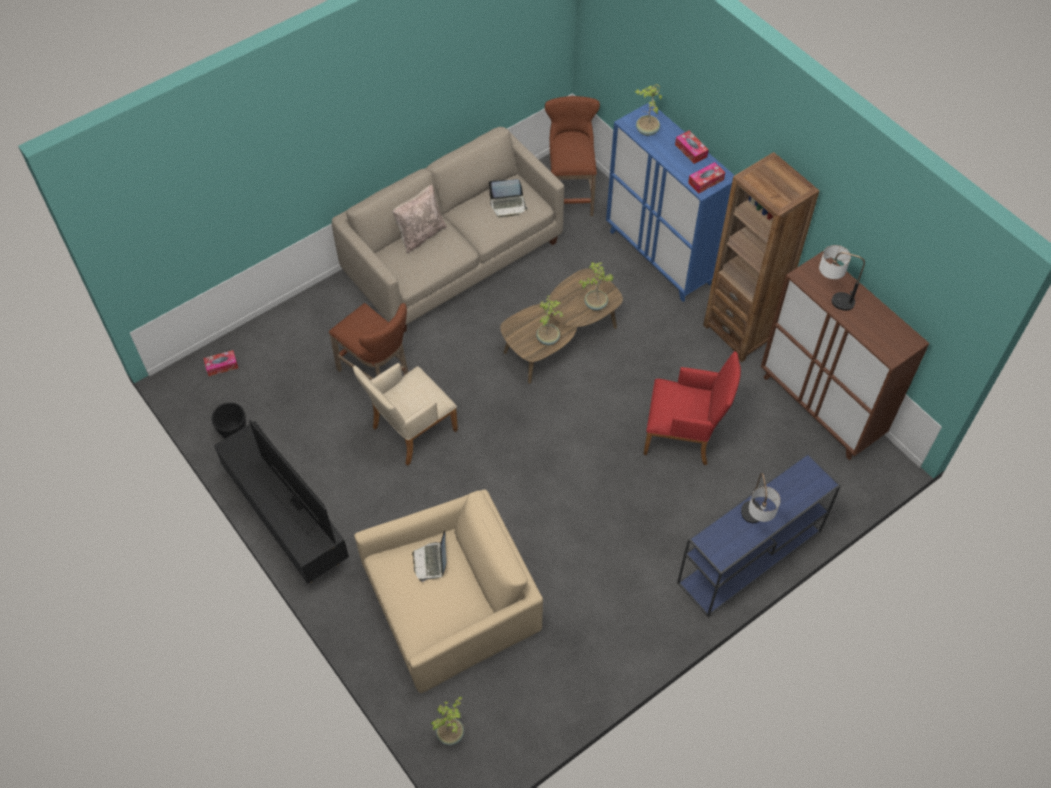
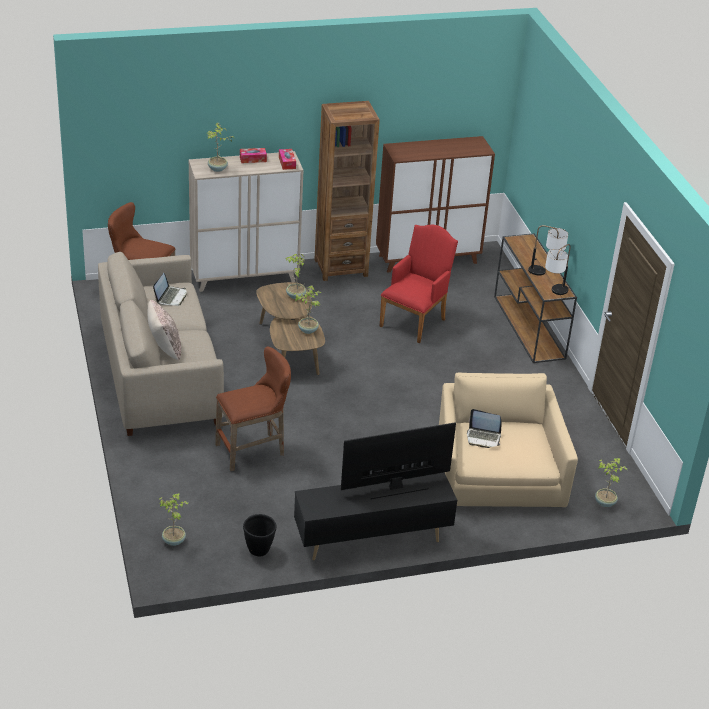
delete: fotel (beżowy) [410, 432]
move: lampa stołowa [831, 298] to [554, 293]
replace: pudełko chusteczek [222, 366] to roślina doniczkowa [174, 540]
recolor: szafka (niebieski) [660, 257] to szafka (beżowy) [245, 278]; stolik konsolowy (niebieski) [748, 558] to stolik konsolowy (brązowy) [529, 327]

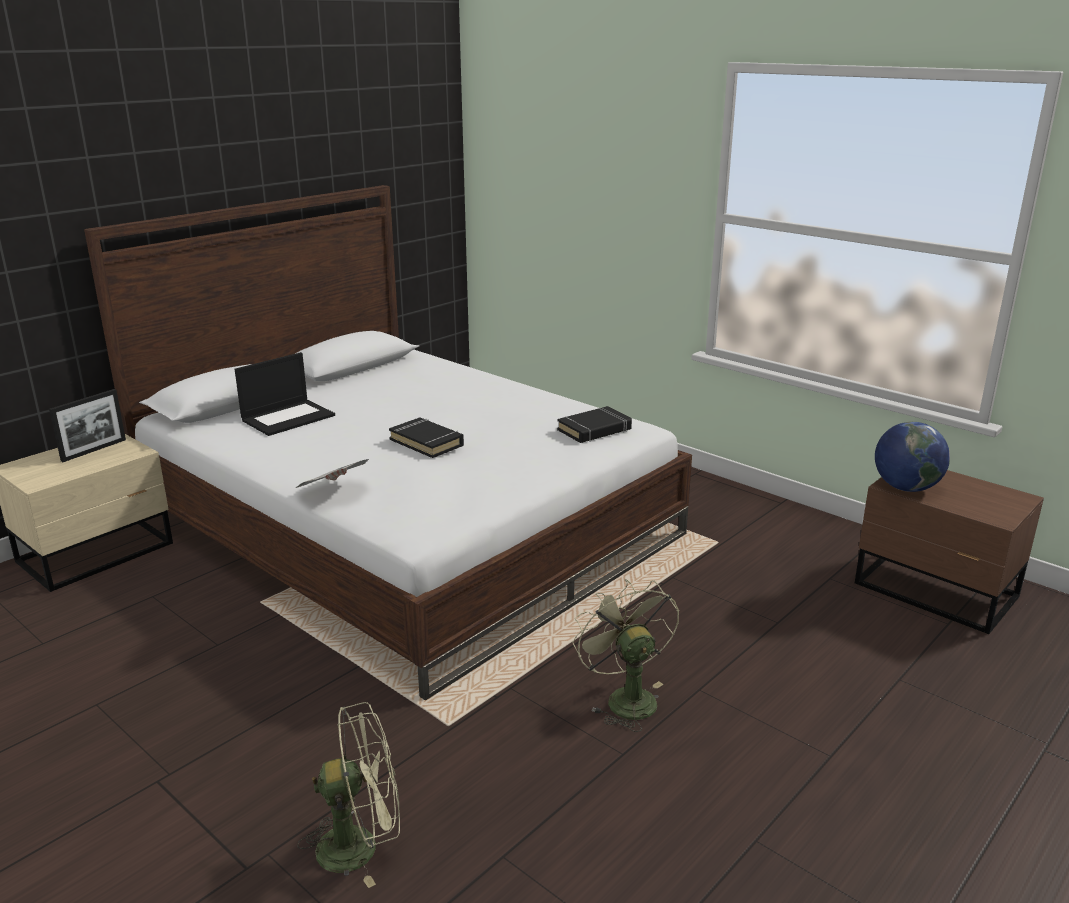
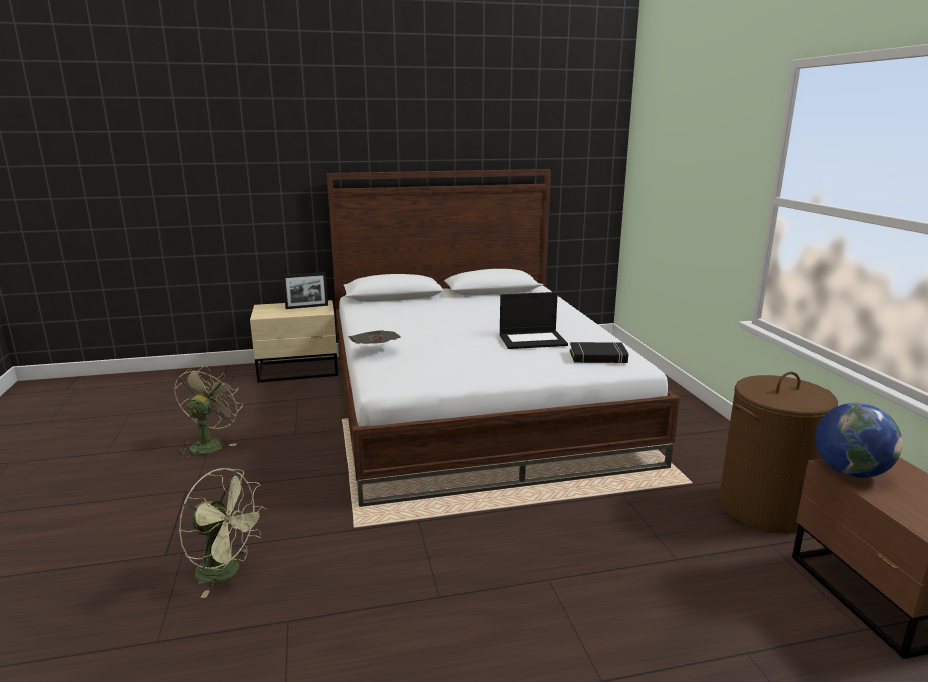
delete: książka (czarny) [427, 442]
insert: kosz na pranie (brązowy) [764, 508]
move: laptop [288, 417] to [533, 340]; wentylator (zielony) [624, 698] to [209, 444]

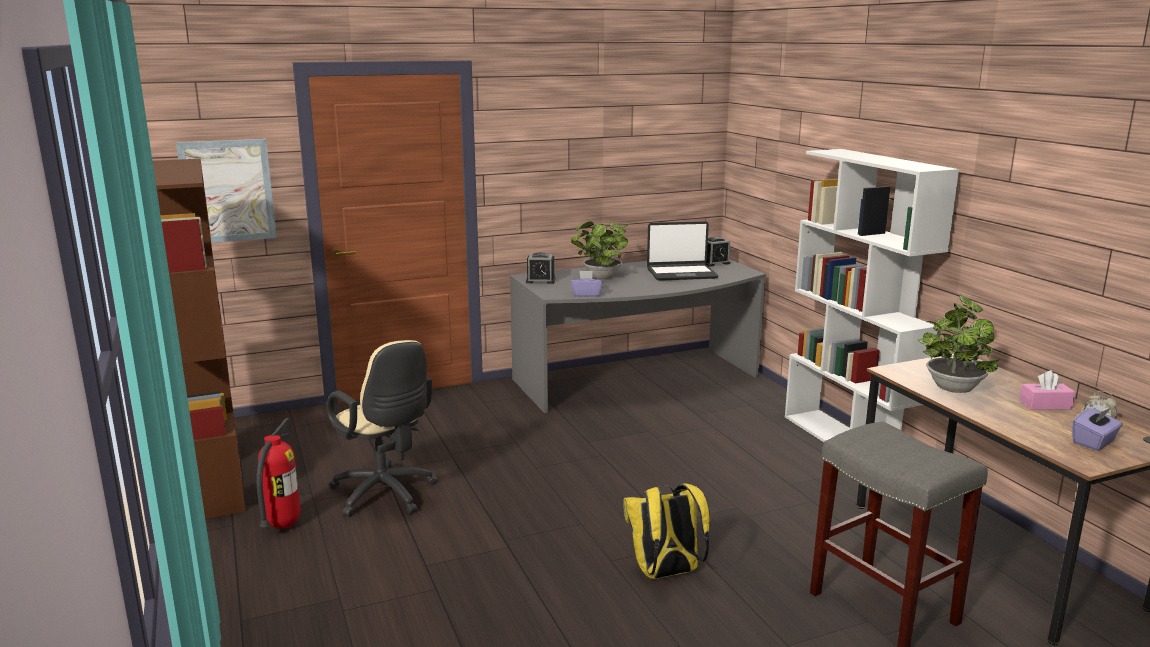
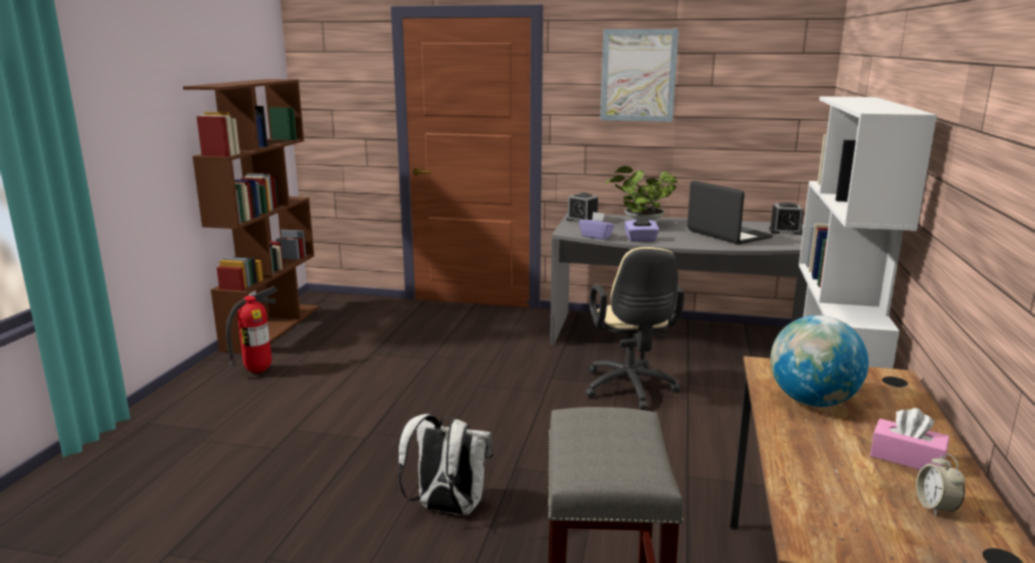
move: obraz [227, 191] to [638, 75]; krzesło biurowe (beżowy) [386, 495] to [630, 390]; pudełko chusteczek (fioletowy) [1094, 442] to [641, 240]
replace: roślina doniczkowa [953, 387] to globus [812, 402]
recolor: plecak (żółty) [665, 573] to plecak (biały) [447, 508]
rotate: laptop [681, 273] = [728, 235] 150 degrees counterclockwise

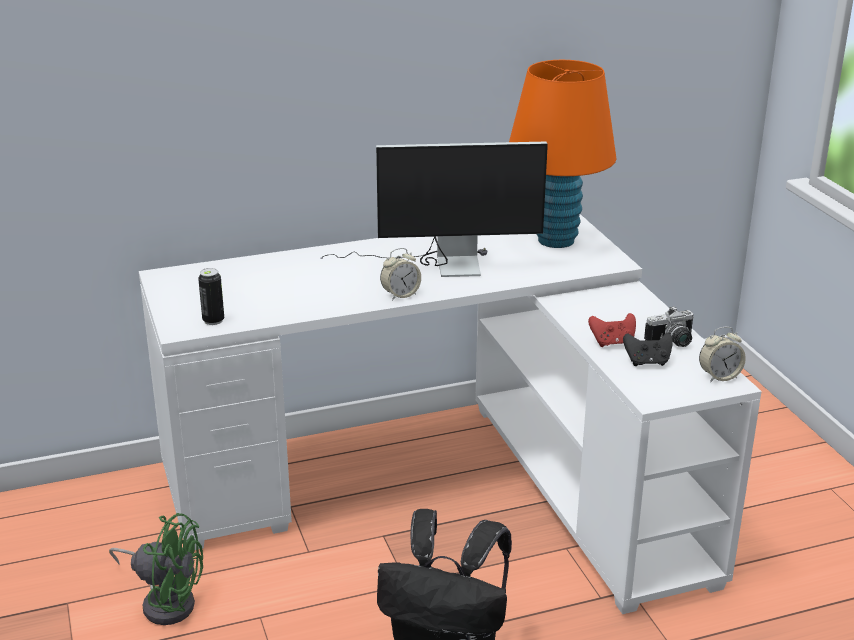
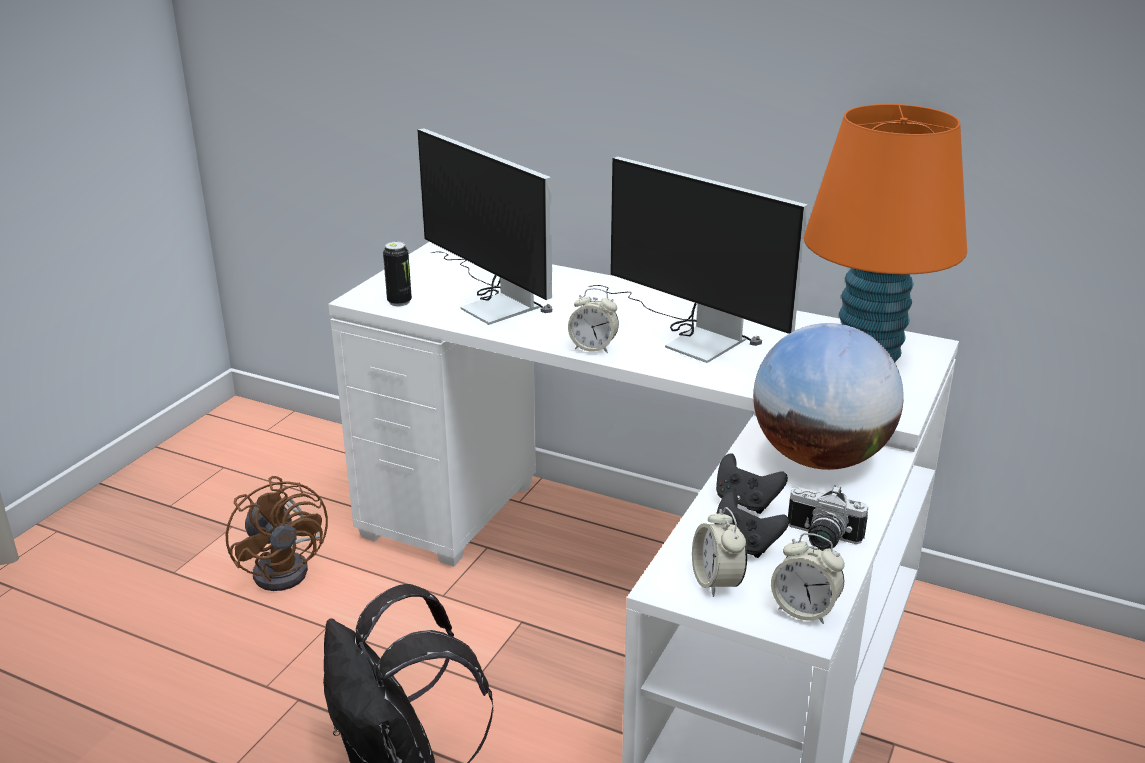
insert: monitor [491, 301]; budzik [717, 582]; globus [820, 458]
recolor: wentylator (zielony) [165, 601] to wentylator (brązowy) [288, 567]; pad do gier (czerwony) [612, 342] to pad do gier (czarny) [746, 502]

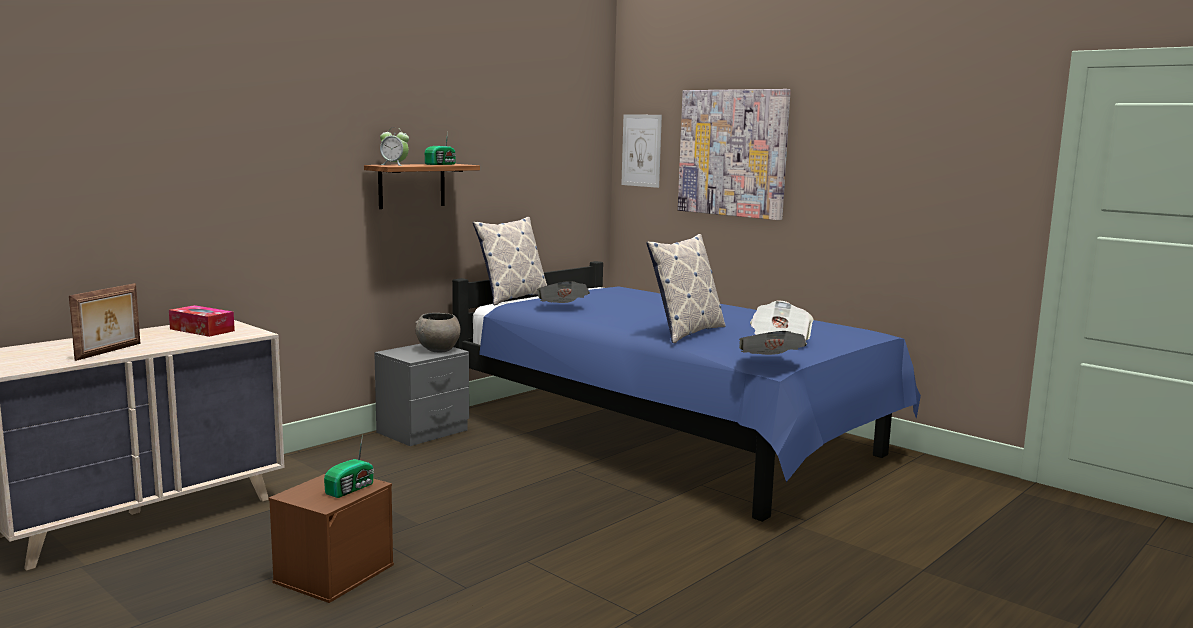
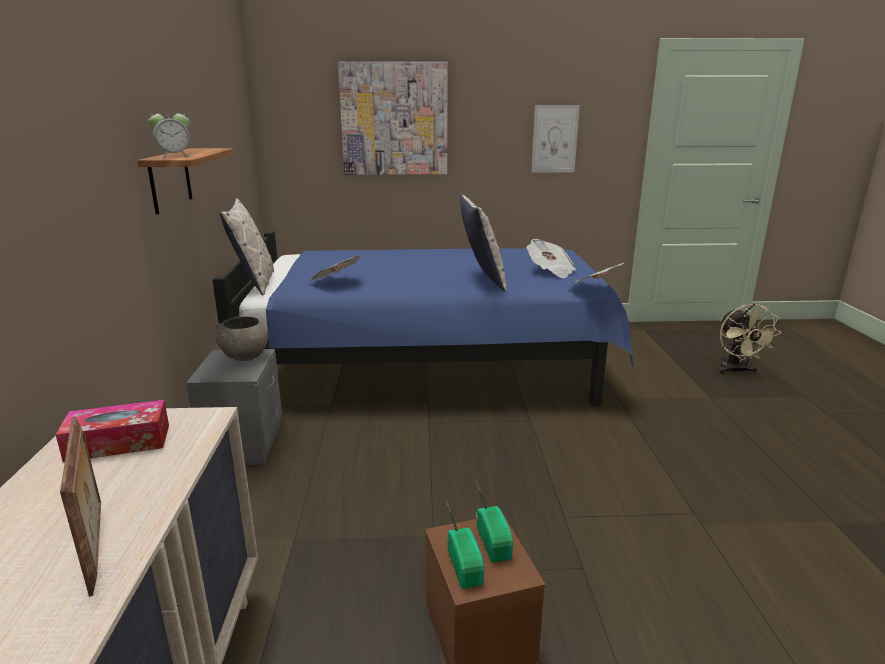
insert: wentylator (beżowy) [736, 371]
move: radio [441, 164] to [465, 565]; obraz [641, 150] to [554, 139]

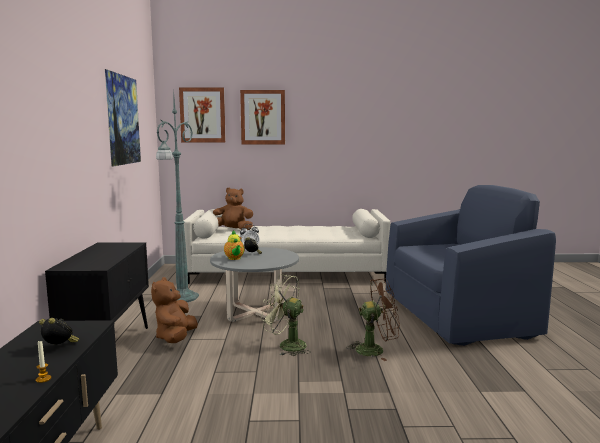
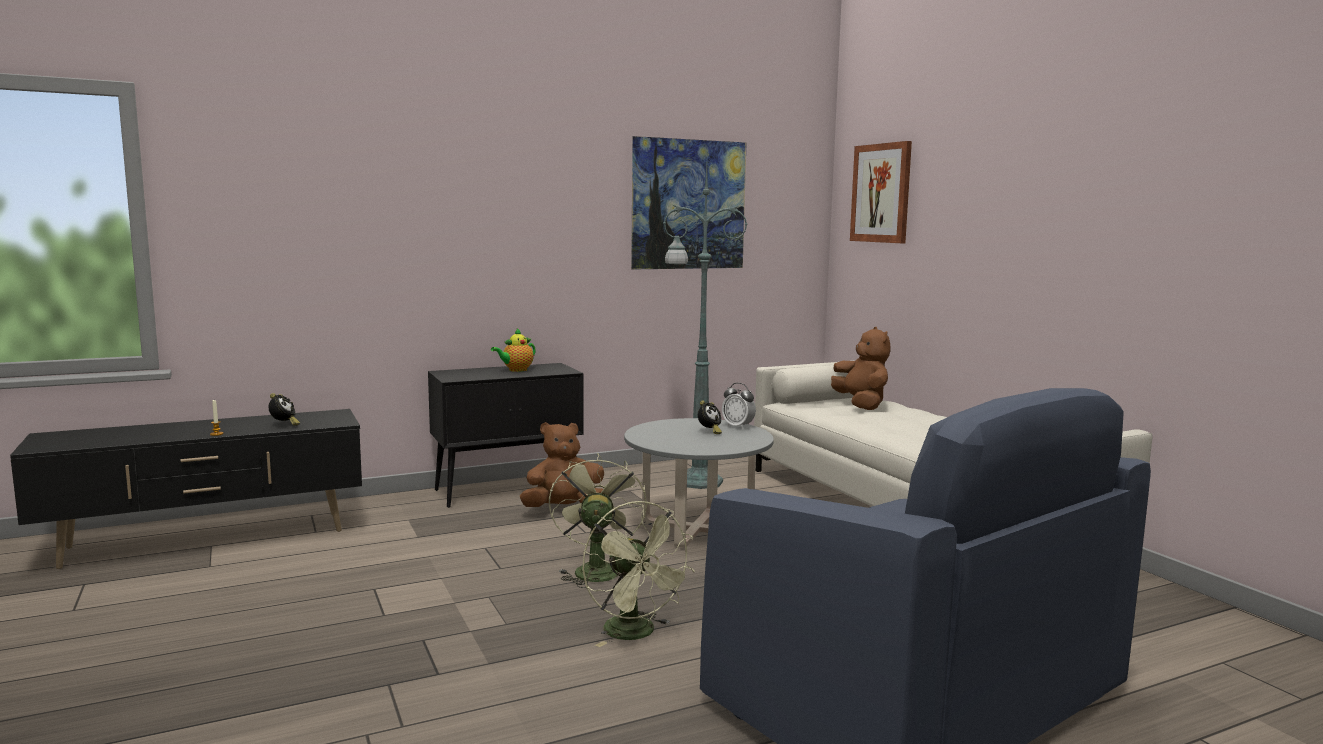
delete: obraz [263, 117]
move: imbryk [234, 258] to [516, 370]
recolor: wentylator (brązowy) [375, 350] to wentylator (zielony) [636, 634]

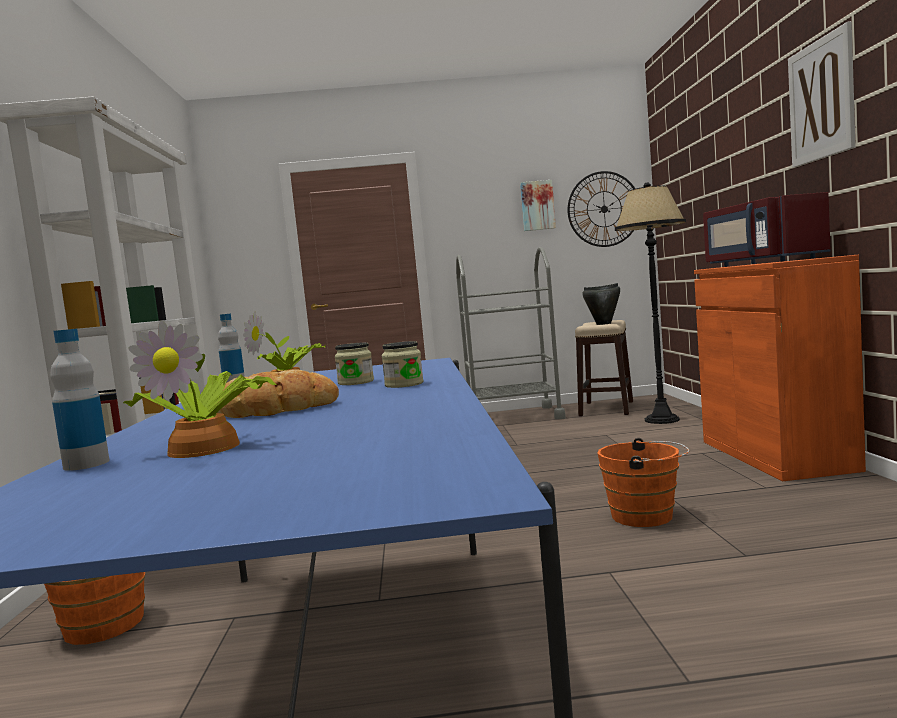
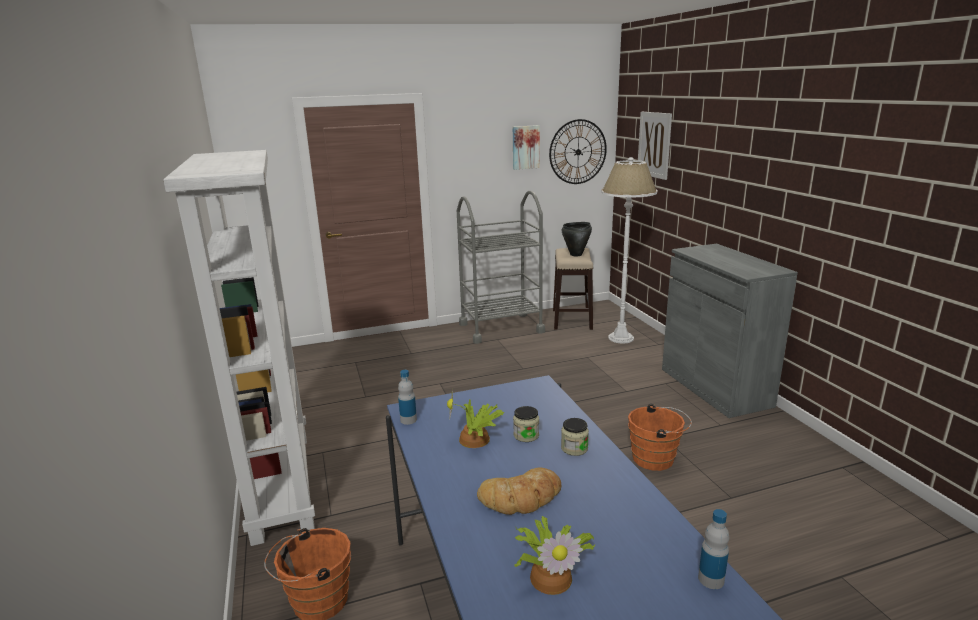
delete: mikrofalówka (czerwony) [761, 263]
move: butelka [86, 464] to [711, 579]; obraz [821, 100] to [654, 145]
recolor: lampa stojąca (czarny) [661, 420] to lampa stojąca (biały) [620, 338]; szafka (pomarańczowy) [775, 455] to szafka (szary) [715, 387]

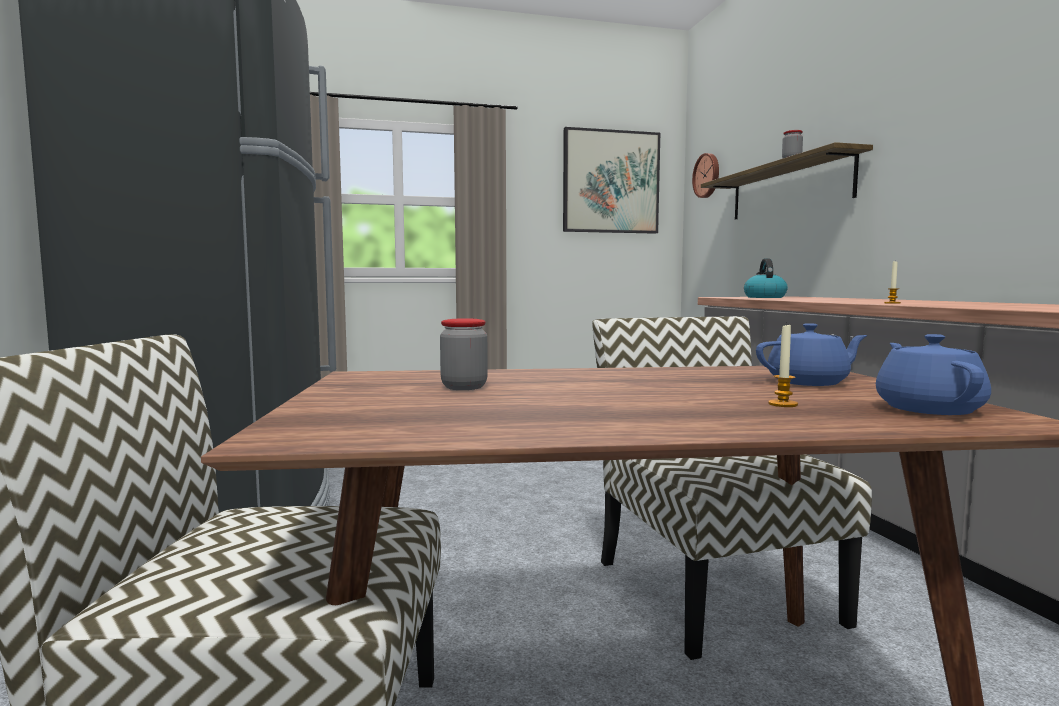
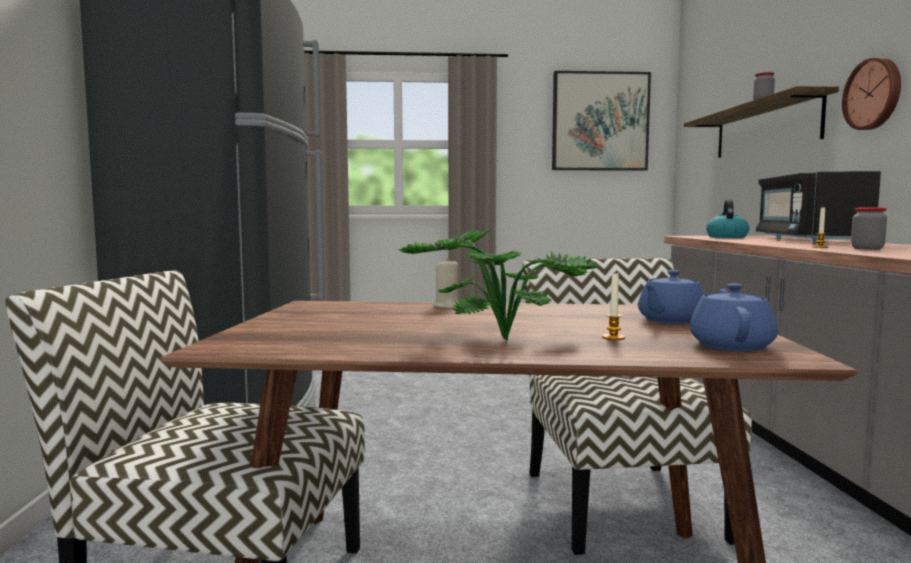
insert: roślina doniczkowa [499, 338]; świeca (beżowy) [447, 306]; mikrofalówka (czarny) [809, 241]
move: słoik [464, 387] to [867, 249]; zegar ścienny [707, 175] to [874, 94]
rotate: imbryk (niebieski) [809, 382] = [670, 321] 135 degrees clockwise

